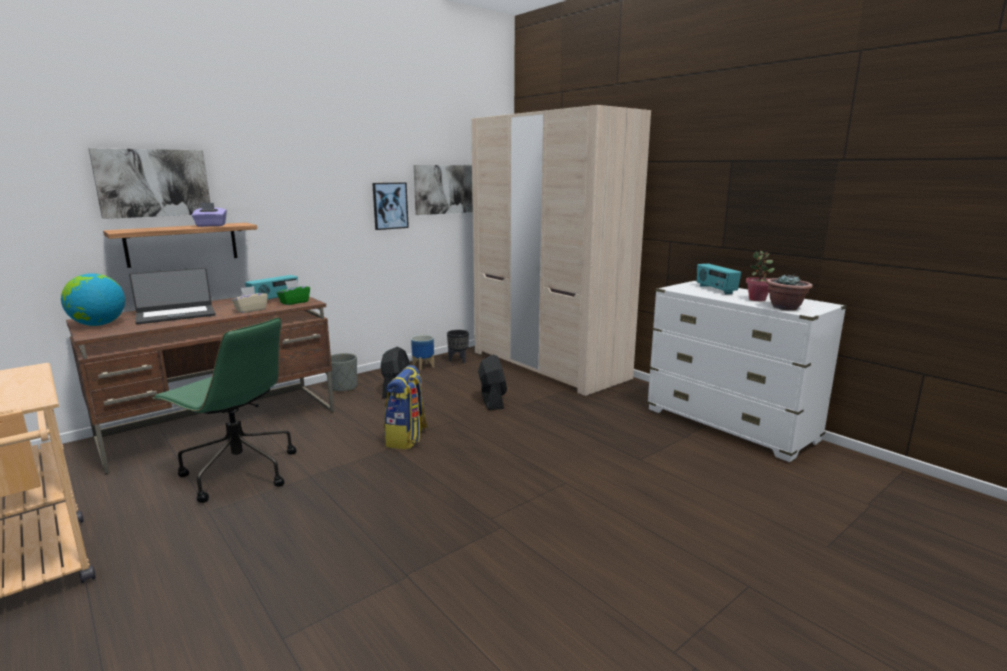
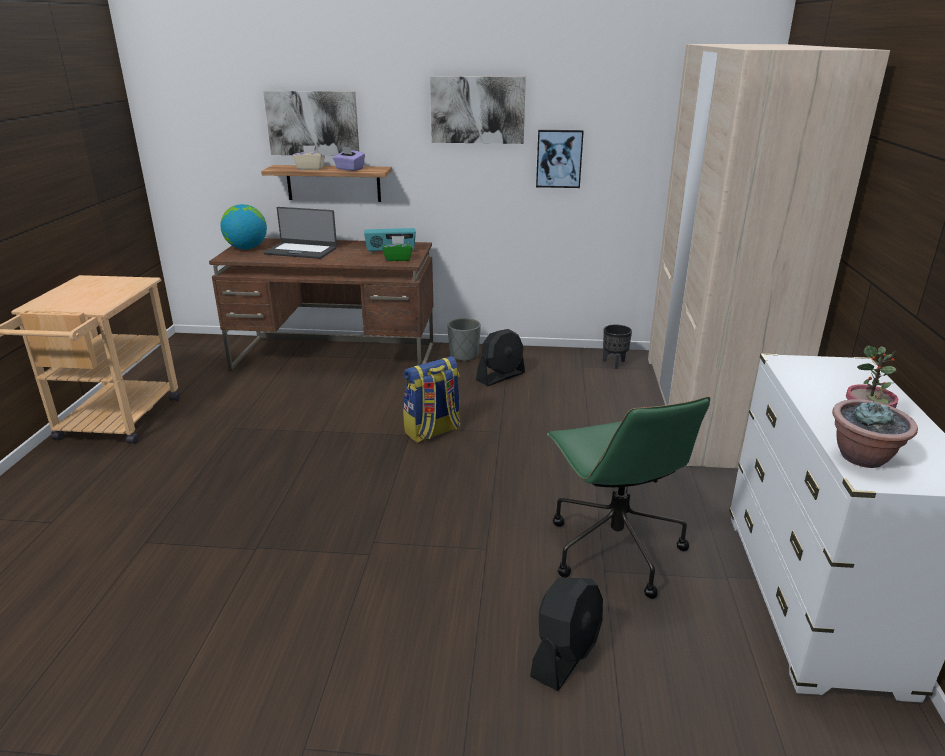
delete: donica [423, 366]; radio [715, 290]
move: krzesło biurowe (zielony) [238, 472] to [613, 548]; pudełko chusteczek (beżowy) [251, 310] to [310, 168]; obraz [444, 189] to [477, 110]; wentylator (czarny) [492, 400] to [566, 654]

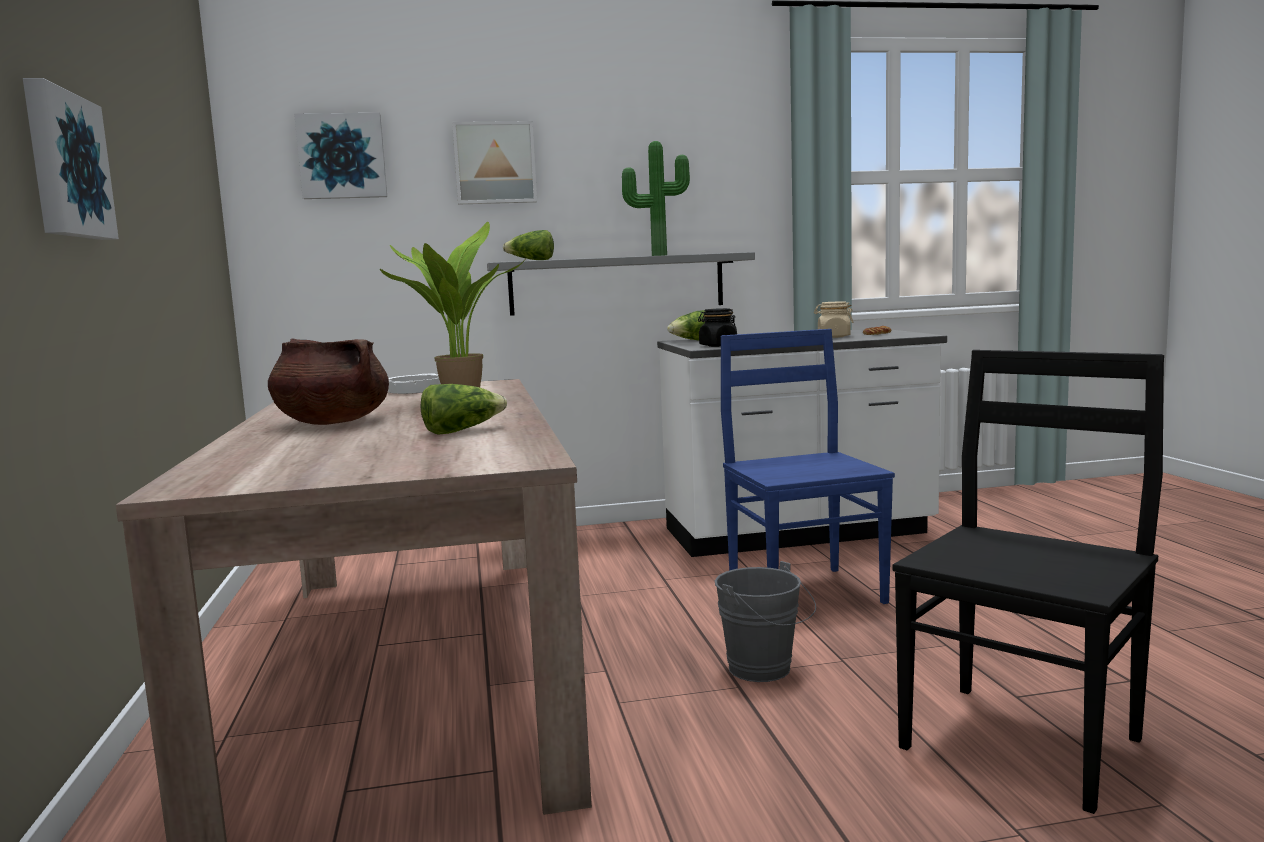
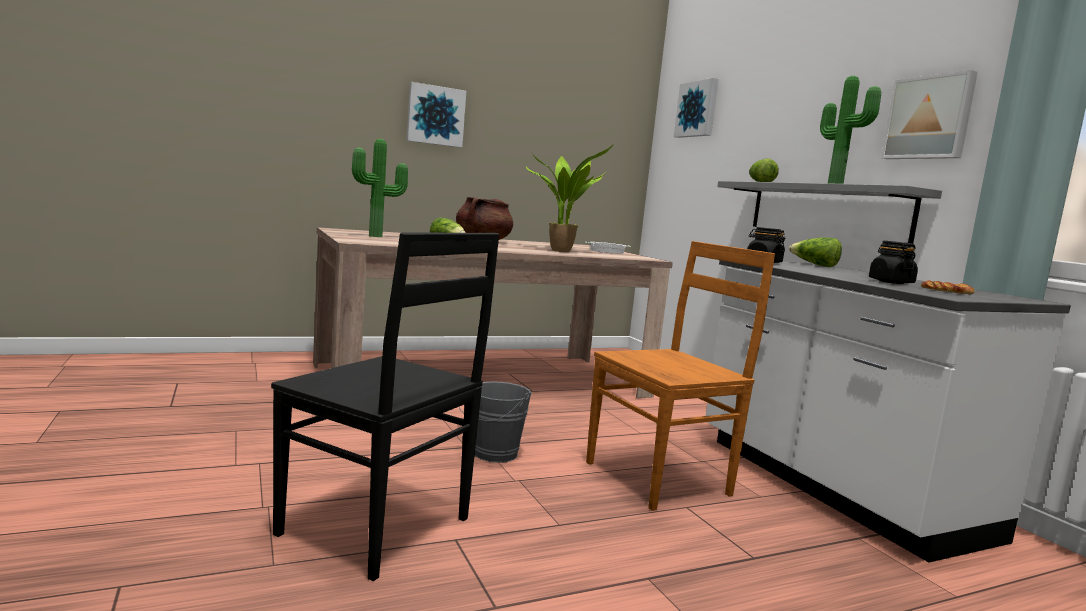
insert: roślina doniczkowa [377, 236]
move: obraz [494, 163] to [929, 118]
recolor: krzesło (niebieski) [804, 591] to krzesło (brązowy) [660, 478]; słoik (beżowy) [833, 337] to słoik (czarny) [890, 282]

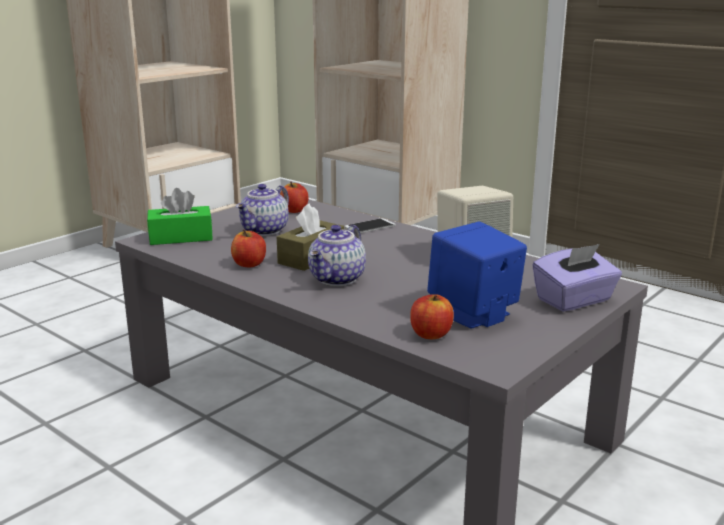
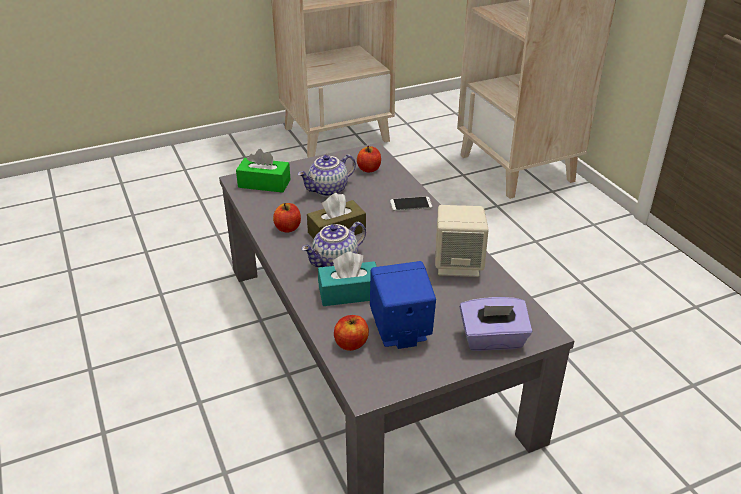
insert: pudełko chusteczek (turkusowy) [349, 293]

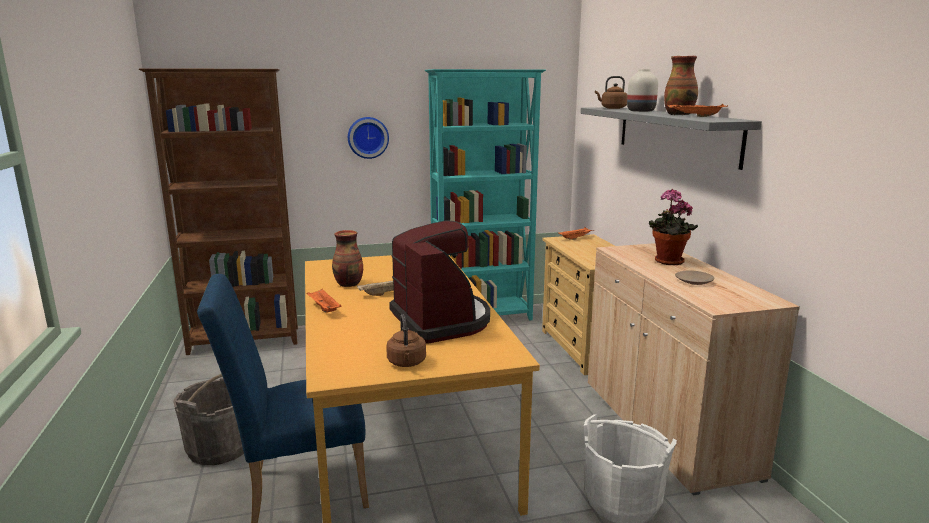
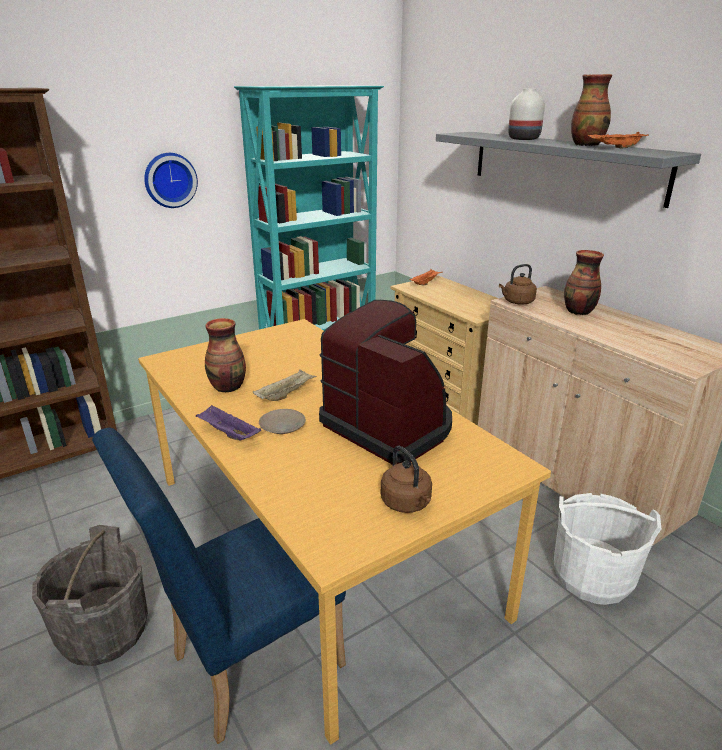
move: czajnik (brązowy) [612, 108] to [517, 302]; talerz (beżowy) [694, 281] to [283, 427]
replace: roślina doniczkowa [667, 262] to wazon [578, 312]
recolor: taca (pomarańczowy) [323, 308] to taca (fioletowy) [227, 433]

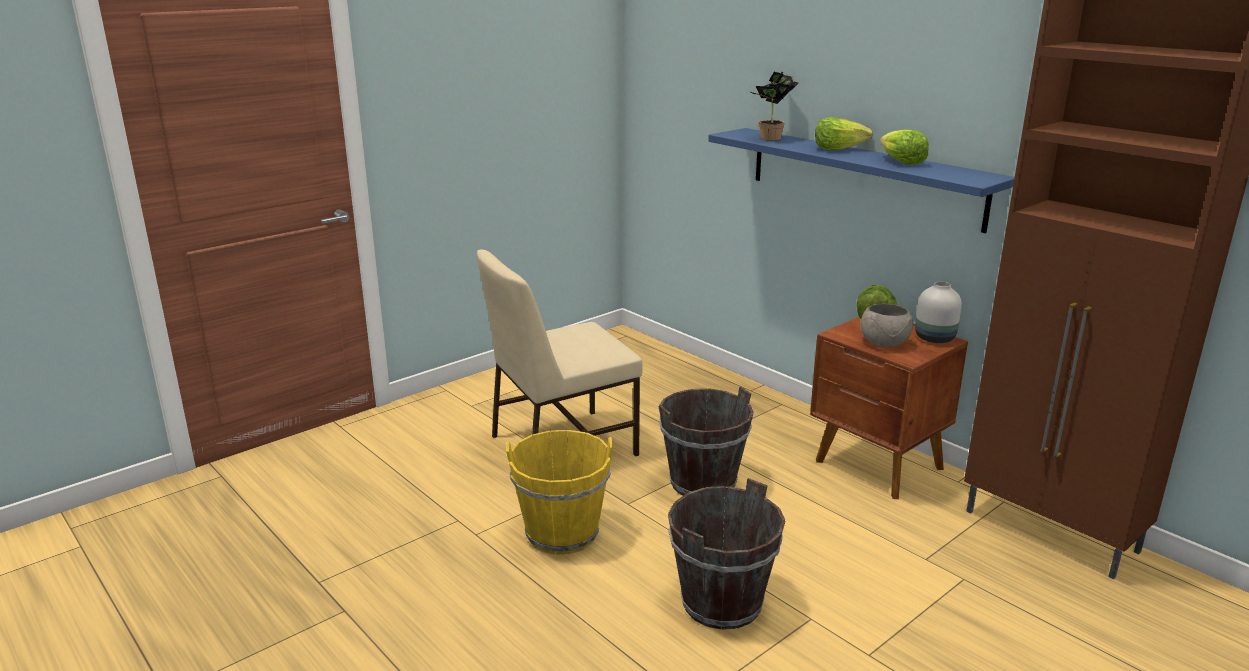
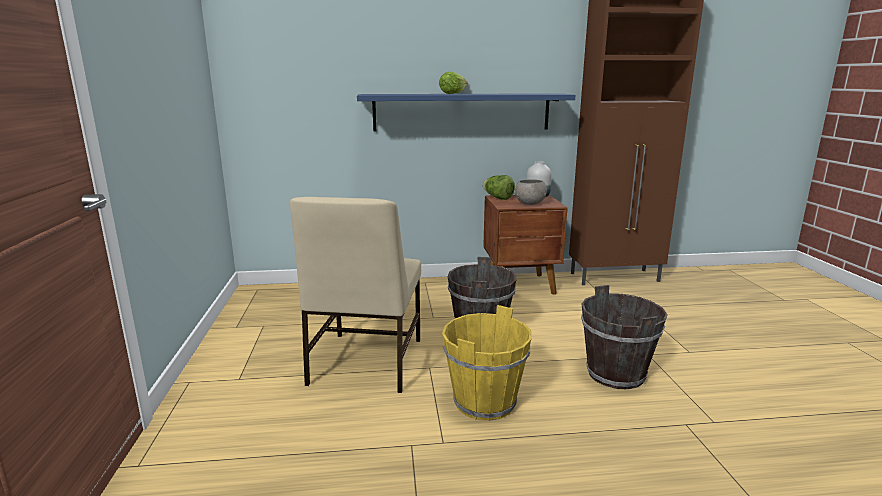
delete: roślina doniczkowa [771, 138]; sałata [900, 162]

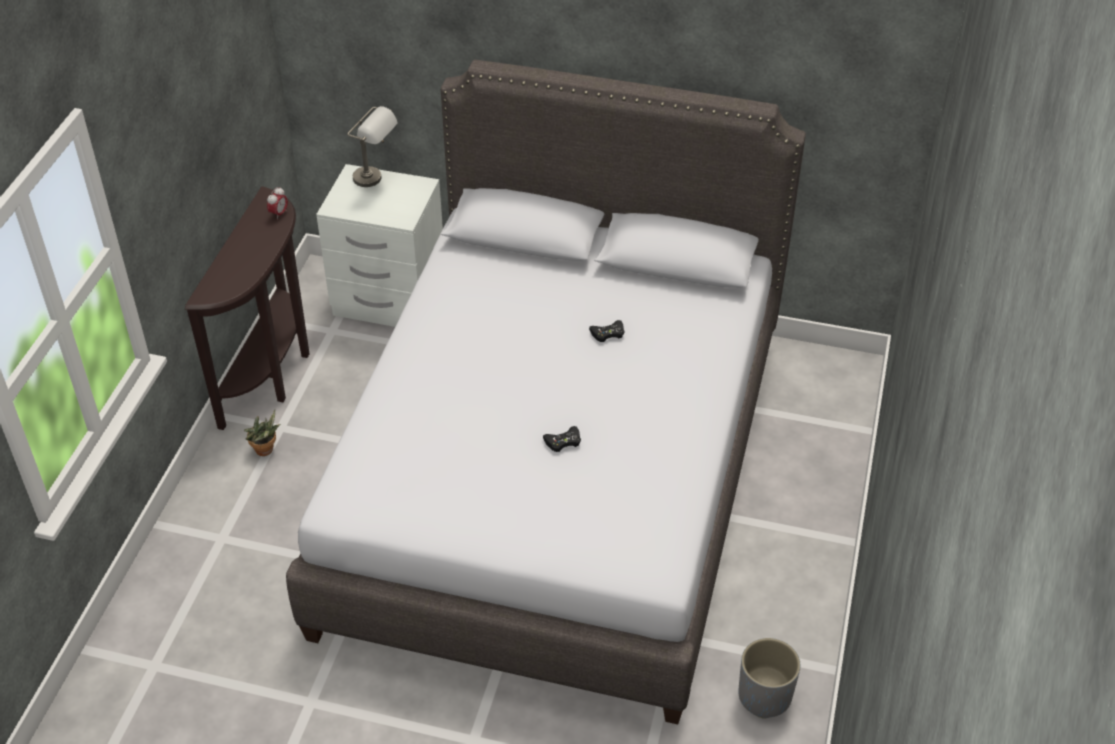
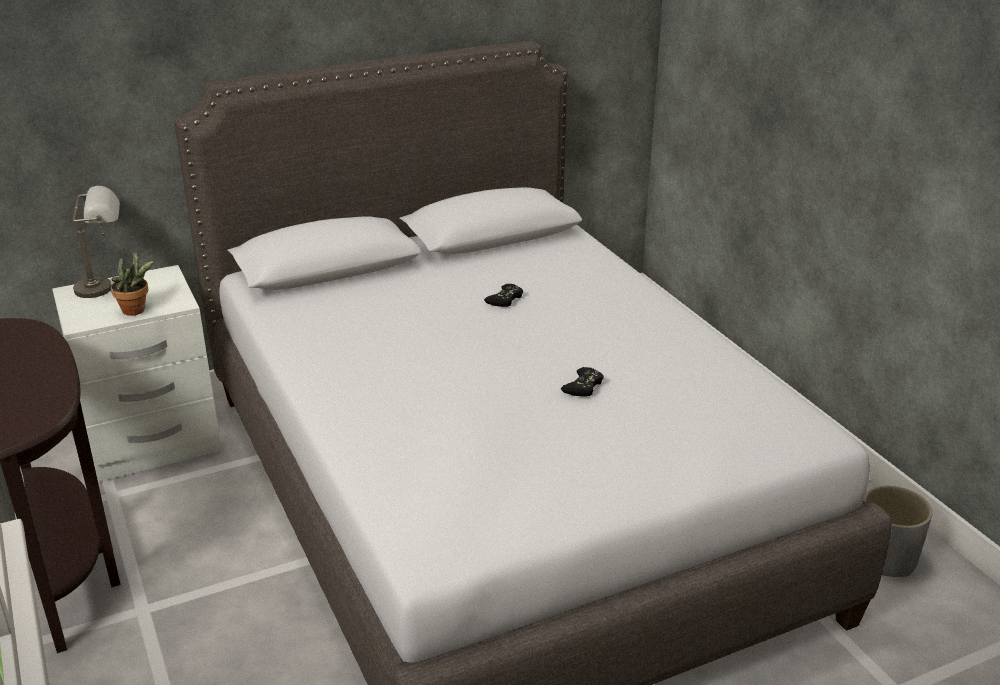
delete: budzik [279, 214]
move: roślina doniczkowa [266, 451] to [137, 310]

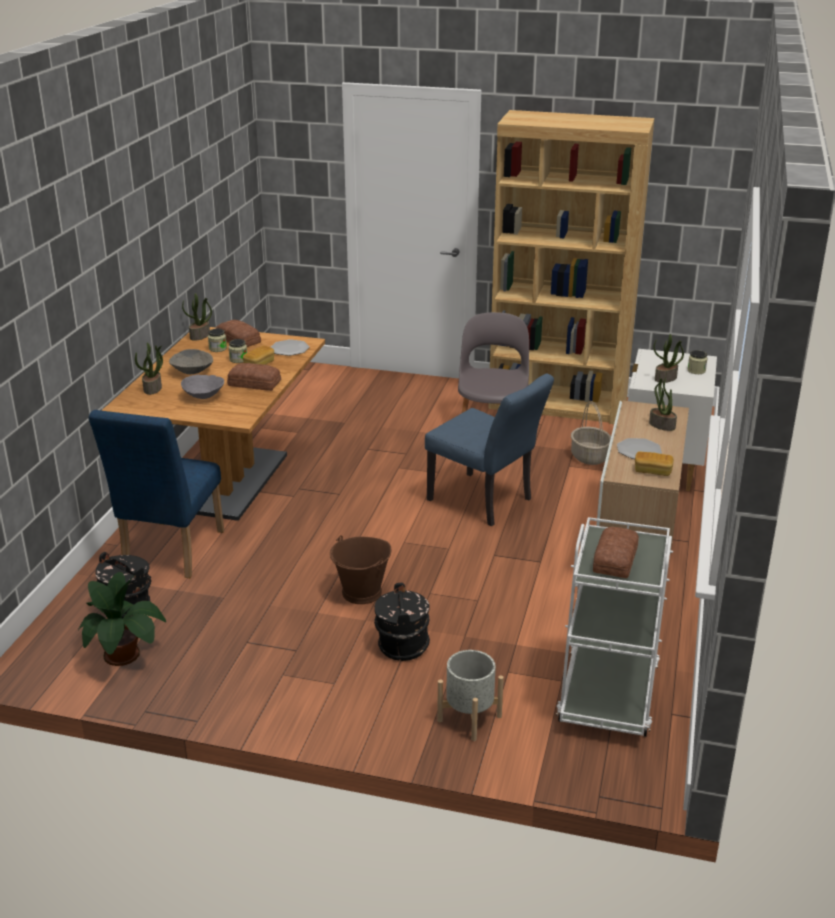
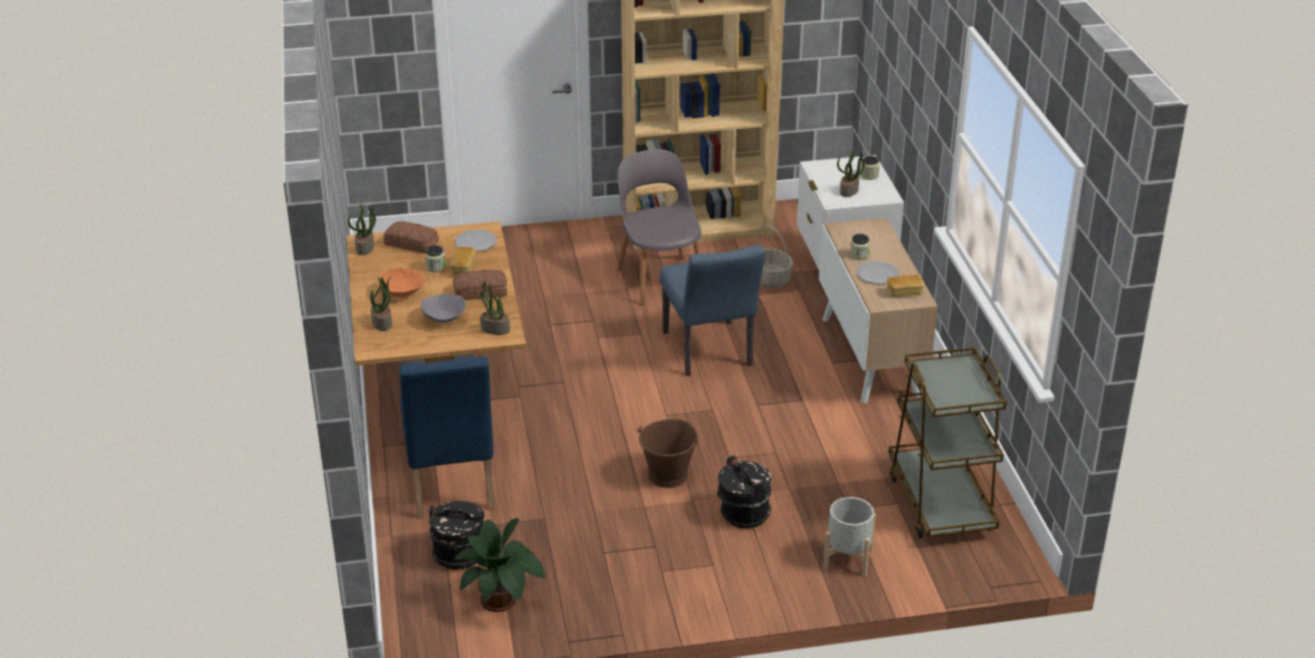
delete: chleb [616, 559]
move: słoik [218, 348] to [859, 255]; roślina doniczkowa [661, 425] to [494, 329]
recolor: miska (szary) [192, 371] to miska (pomarańczowy) [402, 293]; wózek (biały) [608, 692] to wózek (brązowy) [940, 502]
rotate: krzesło (niebieski) [486, 502] = [710, 353] 60 degrees clockwise

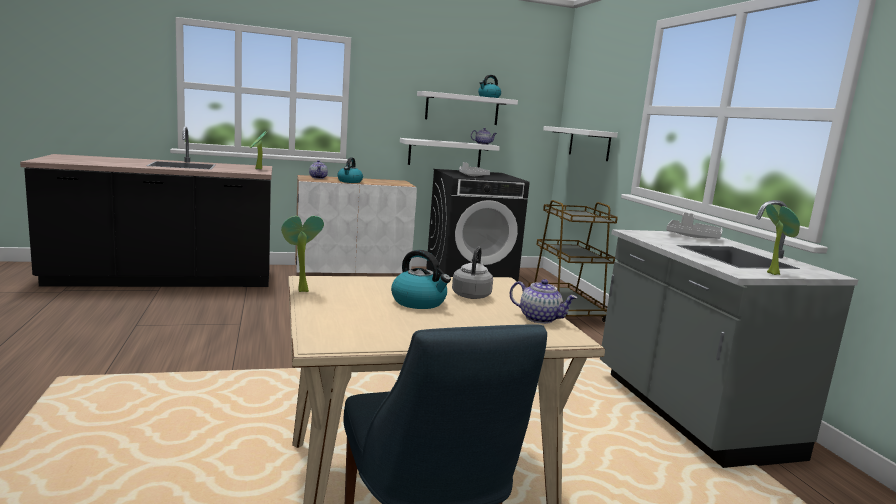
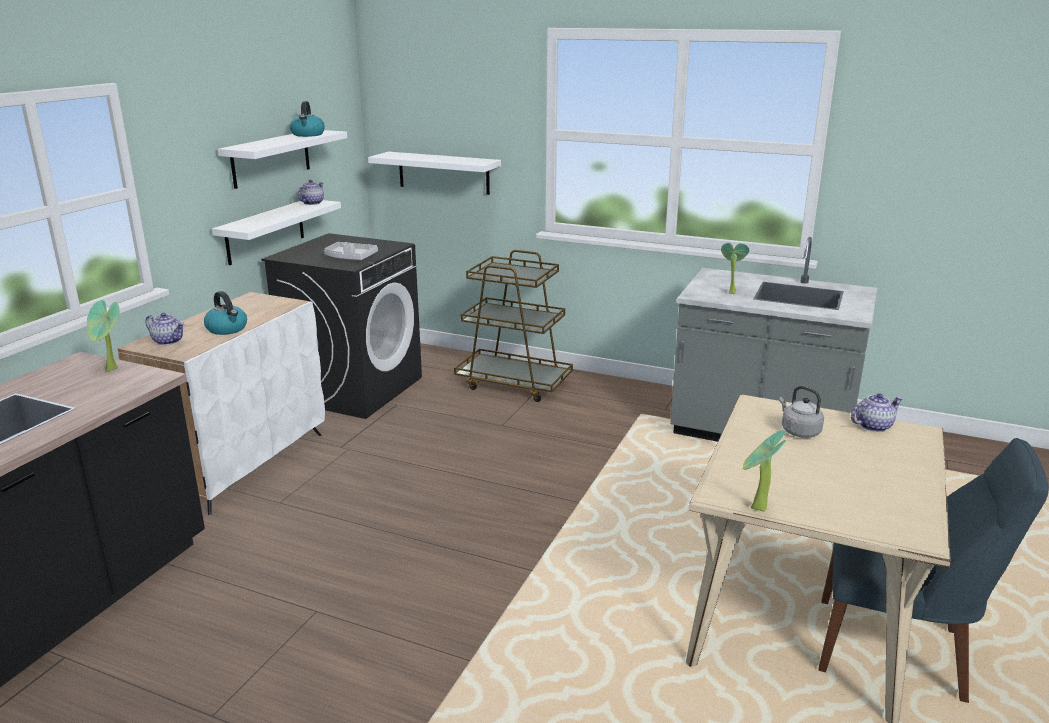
delete: czajnik [419, 302]; taca (szary) [692, 237]
move: roślina doniczkowa [772, 273] to [730, 292]

